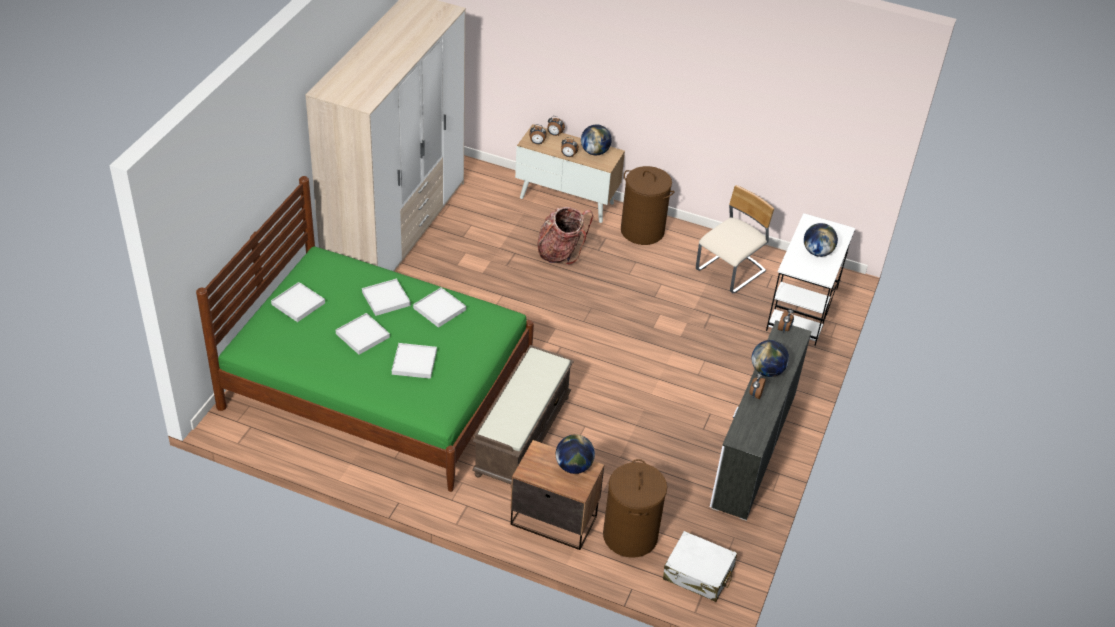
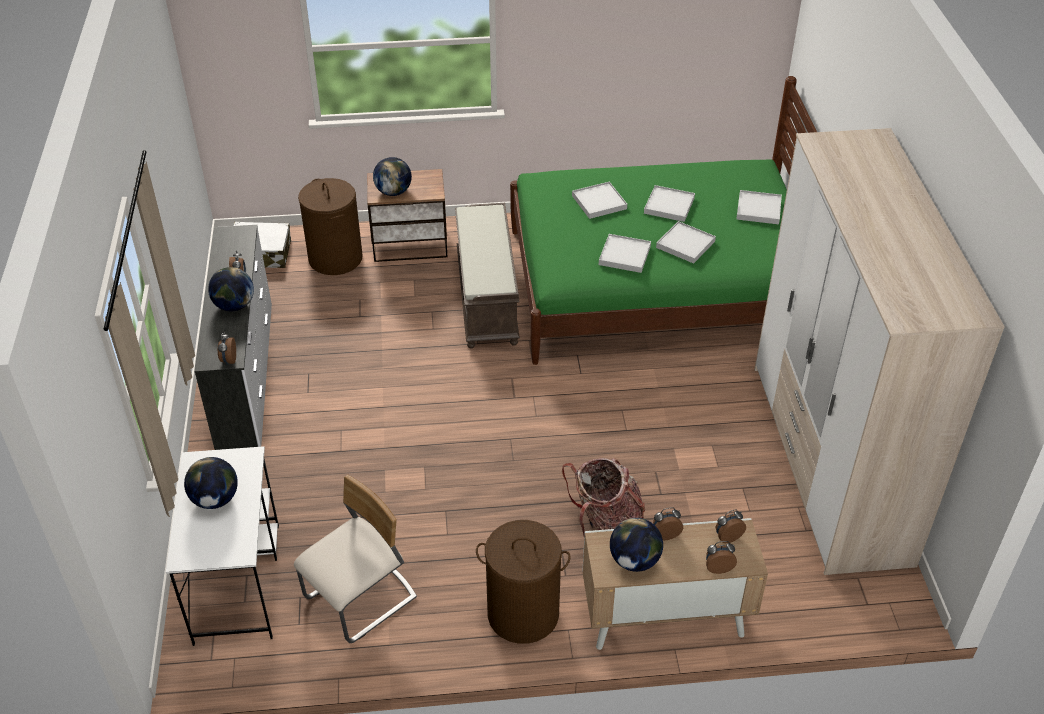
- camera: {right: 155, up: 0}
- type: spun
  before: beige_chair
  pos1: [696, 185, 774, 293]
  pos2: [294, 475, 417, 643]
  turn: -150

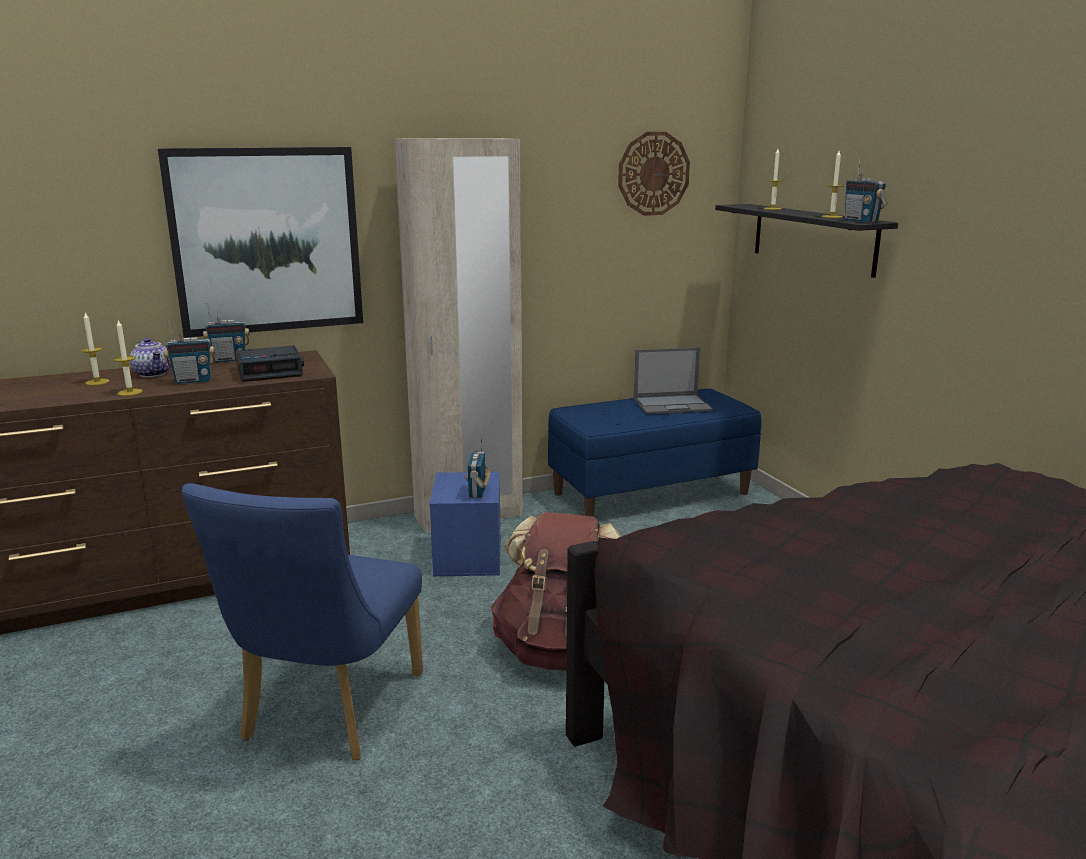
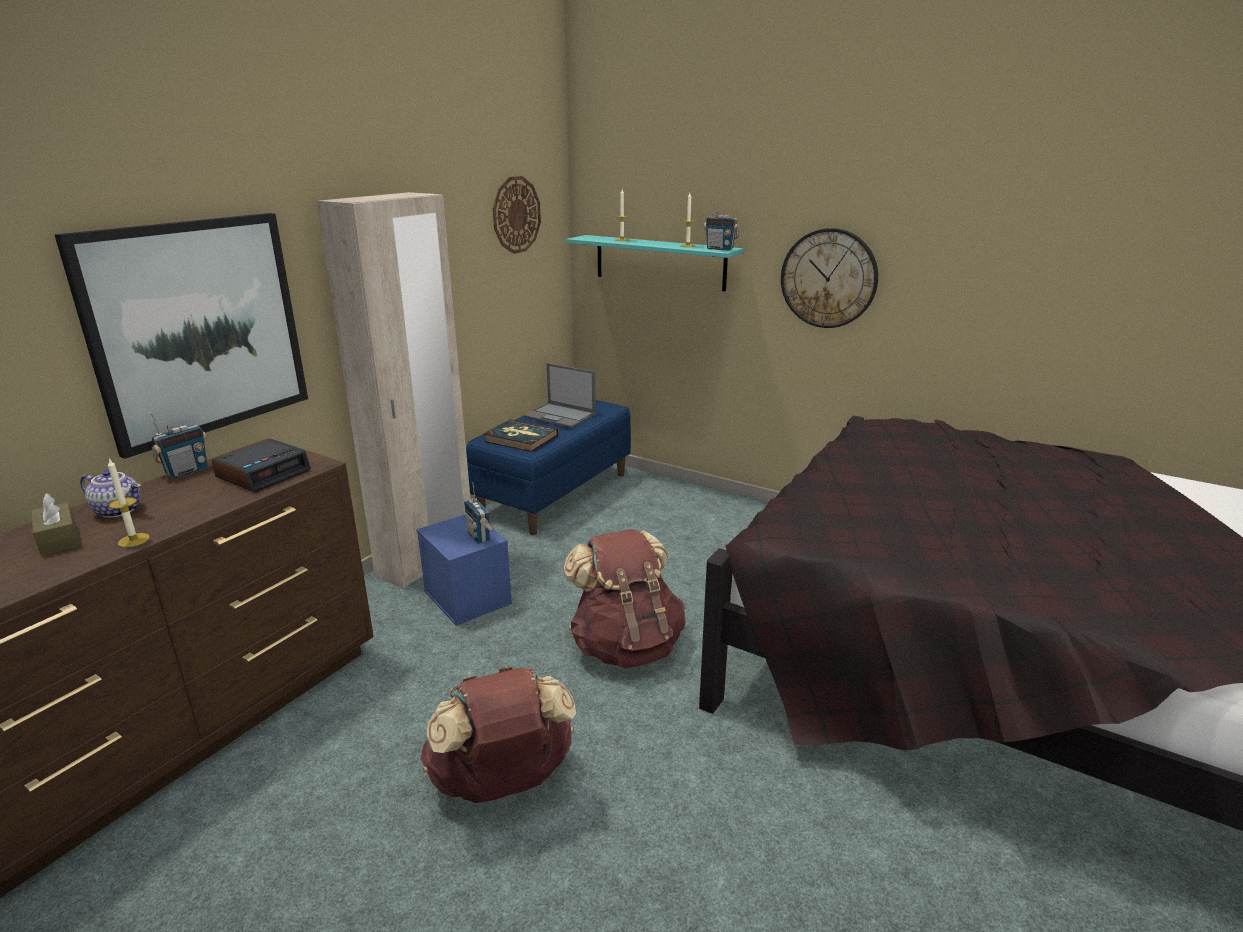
- camera: {right: -35, up: 5}
- type: exchanged
  before: candle
  after: brown_tissue_box
  pos1: [81, 313, 109, 385]
  pos2: [31, 493, 80, 556]
- type: missing
  before: radio
  pos1: [164, 319, 215, 384]
- type: exchanged
  before: blue_chair
  after: brown_backpack
  pos1: [181, 483, 423, 760]
  pos2: [420, 666, 576, 803]
- type: spun
  before: laptop
  pos1: [634, 347, 713, 414]
  pos2: [524, 363, 596, 428]
  turn: 75
- type: colour
  before: black_shelf
  after: turquoise_shelf
  pos1: [715, 204, 898, 278]
  pos2: [566, 235, 743, 291]
- type: appeared
  after: book
  pos2: [483, 419, 558, 452]
- type: appeared
  after: wall_clock
  pos2: [781, 228, 878, 328]

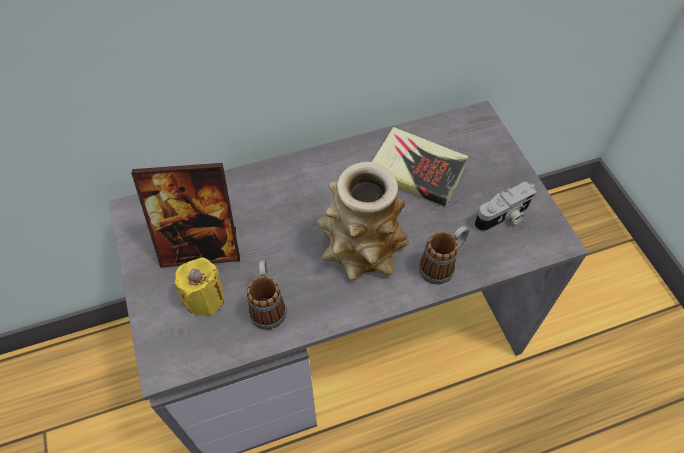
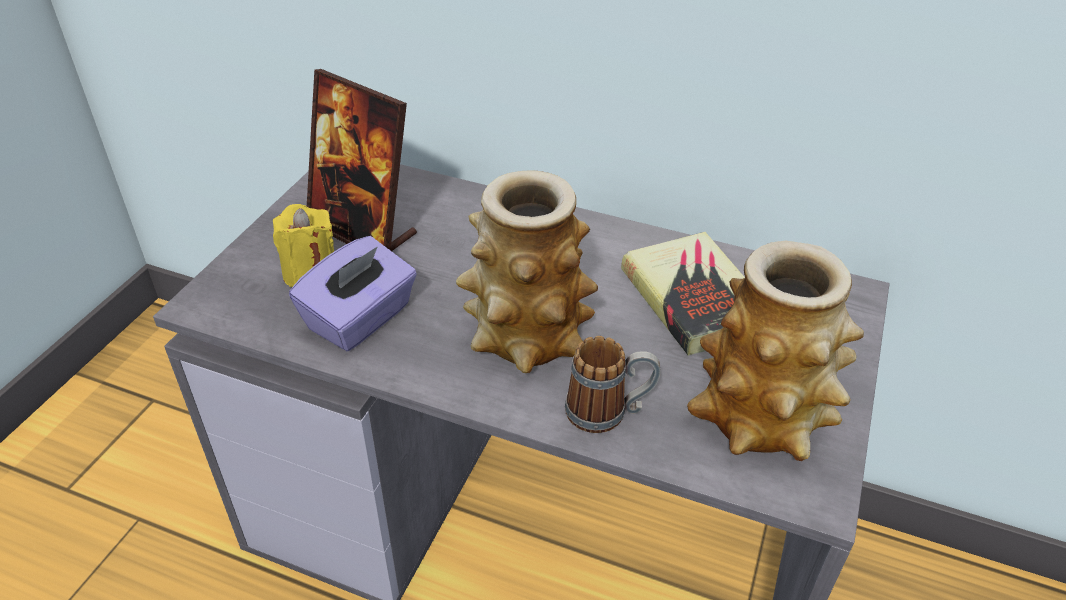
- camera: {right: 40, up: -15}
- type: exchanged
  before: mug
  after: purple_tissue_box
  pos1: [247, 260, 287, 330]
  pos2: [289, 236, 417, 351]
- type: exchanged
  before: photo_camera
  after: vase
  pos1: [475, 181, 537, 231]
  pos2: [687, 241, 864, 461]

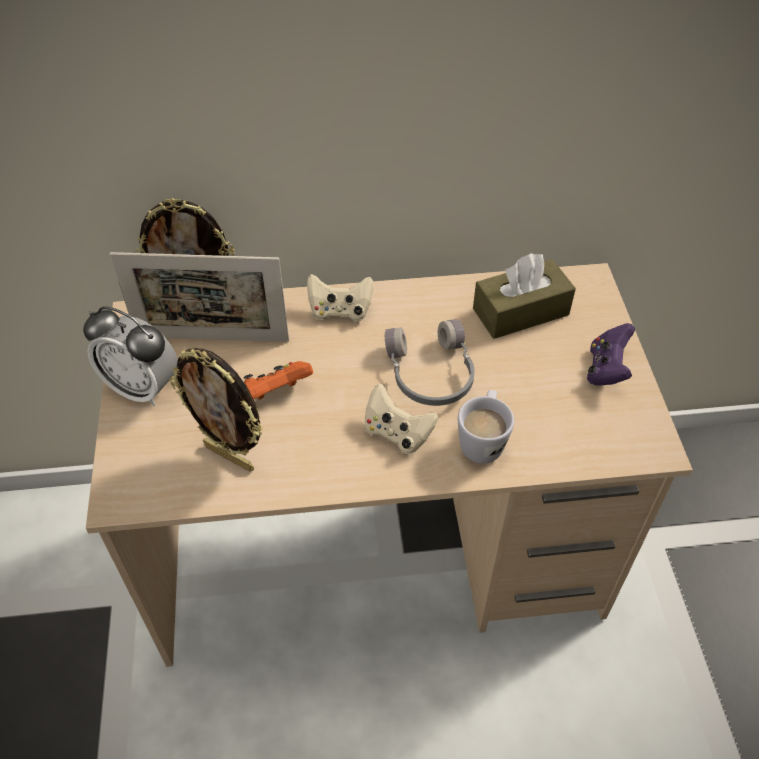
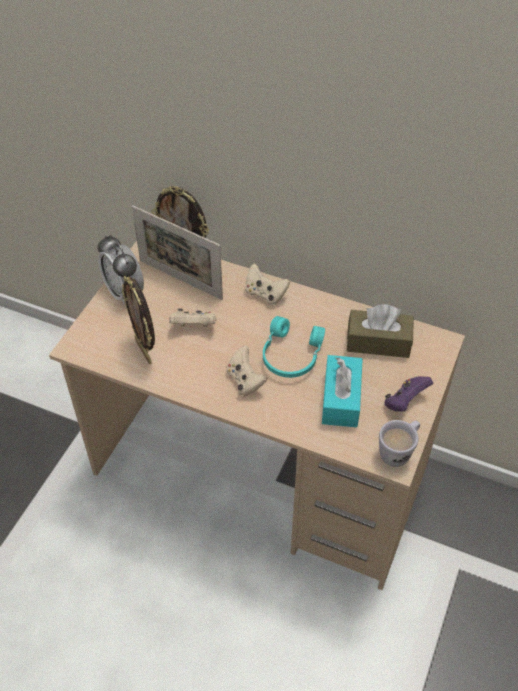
- camera: {right: 30, up: 0}
- type: colour
  before: orange_game_controller
  after: beige_game_controller
  pos1: [244, 361, 313, 400]
  pos2: [169, 308, 217, 327]
- type: colour
  before: grey_headphones
  after: turquoise_headphones
  pos1: [385, 319, 475, 406]
  pos2: [263, 316, 325, 378]
- type: relocated
  before: white_mug
  pos1: [458, 390, 514, 464]
  pos2: [379, 420, 420, 467]
- type: appeared
  after: turquoise_tissue_box
  pos2: [322, 355, 363, 427]

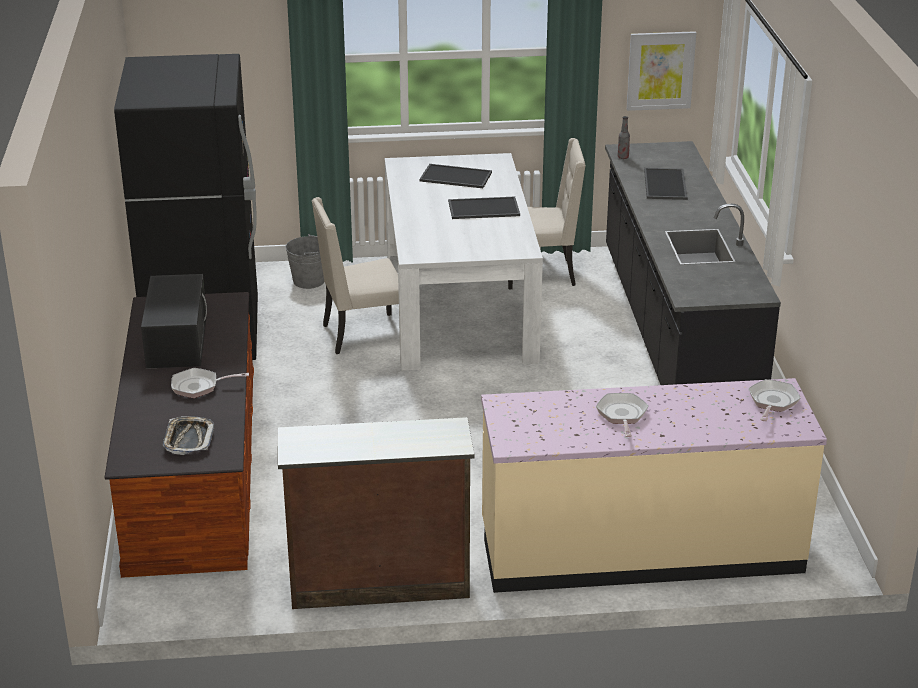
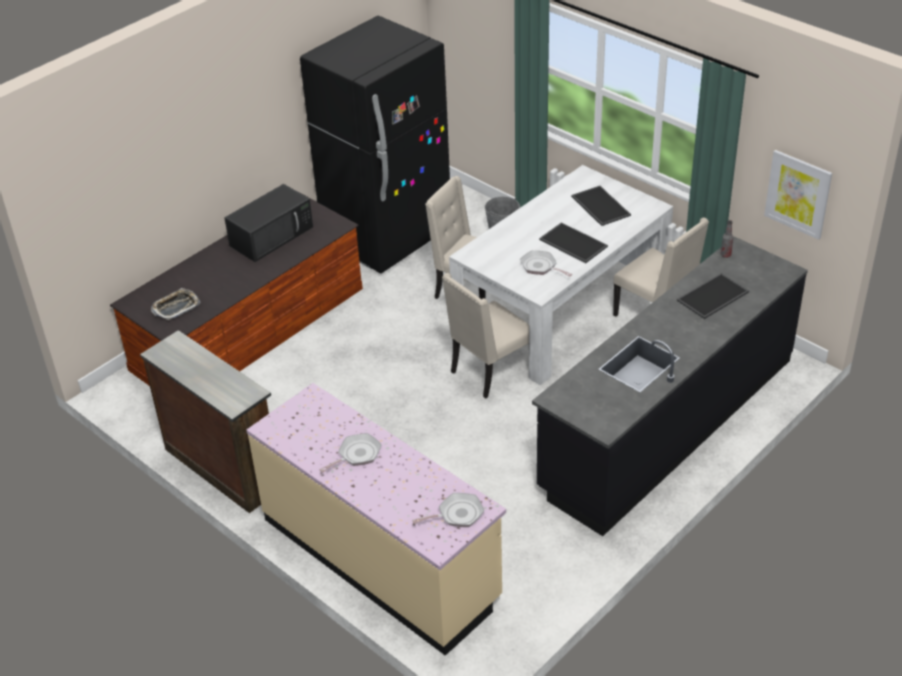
- camera: {right: 50, up: 10}
- type: relocated
  before: frying_pan
  pos1: [171, 368, 249, 398]
  pos2: [520, 250, 572, 277]
- type: appeared
  after: beige_chair
  pos2: [442, 273, 529, 399]

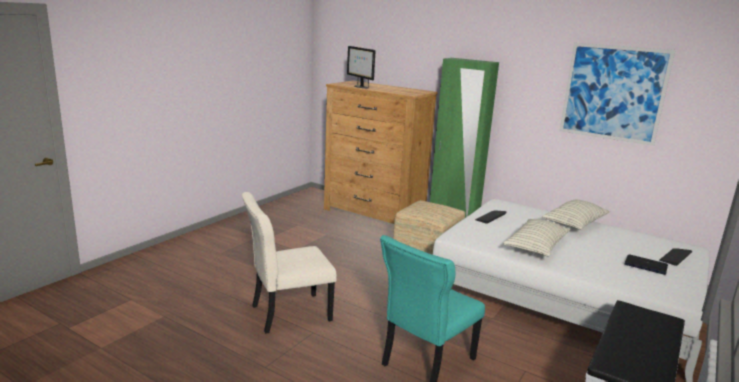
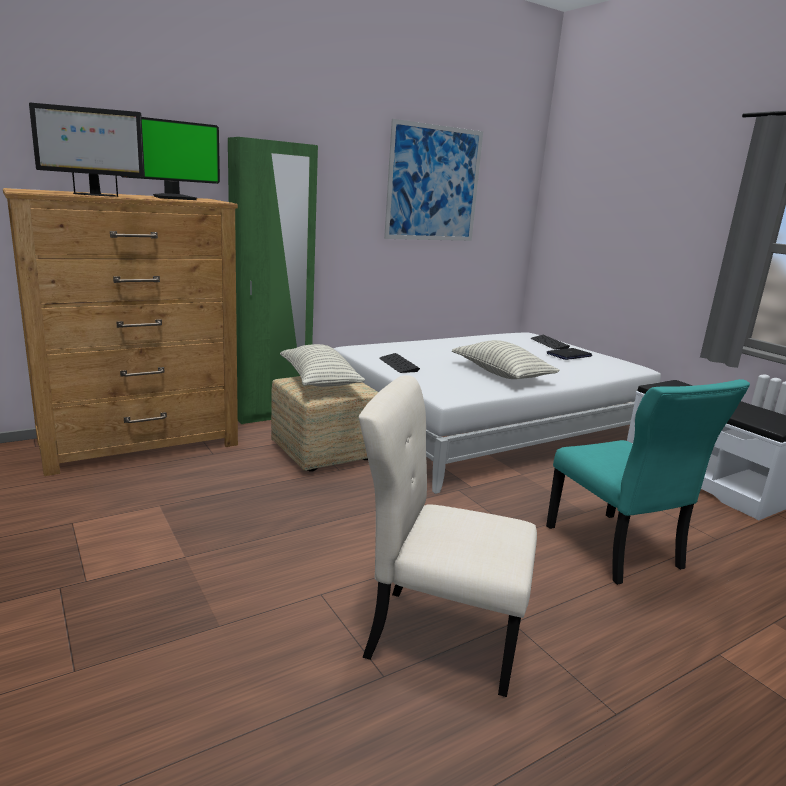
- camera: {right: -65, up: 0}
- type: spun
  before: beige_chair
  pos1: [242, 192, 336, 334]
  pos2: [359, 375, 537, 697]
  turn: 105
- type: relocated
  before: pillow
  pos1: [542, 200, 610, 230]
  pos2: [280, 344, 365, 387]
- type: appeared
  after: monitor
  pos2: [121, 117, 220, 200]

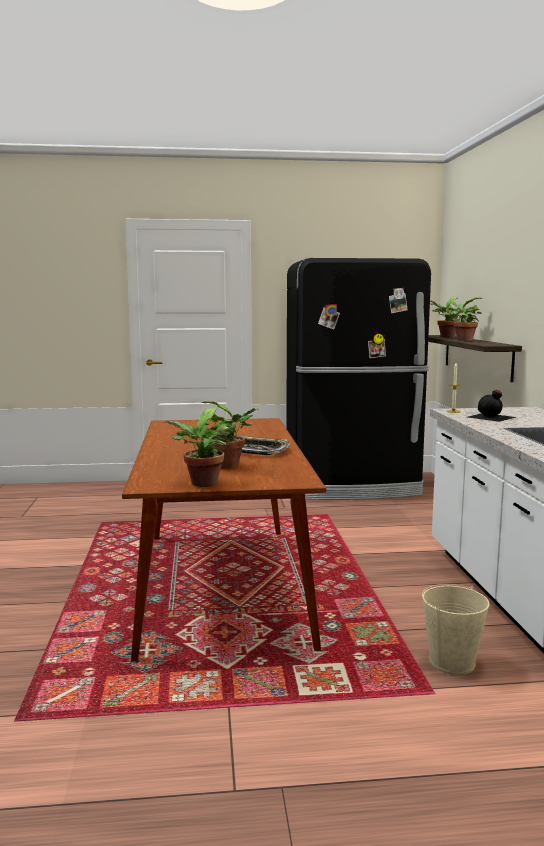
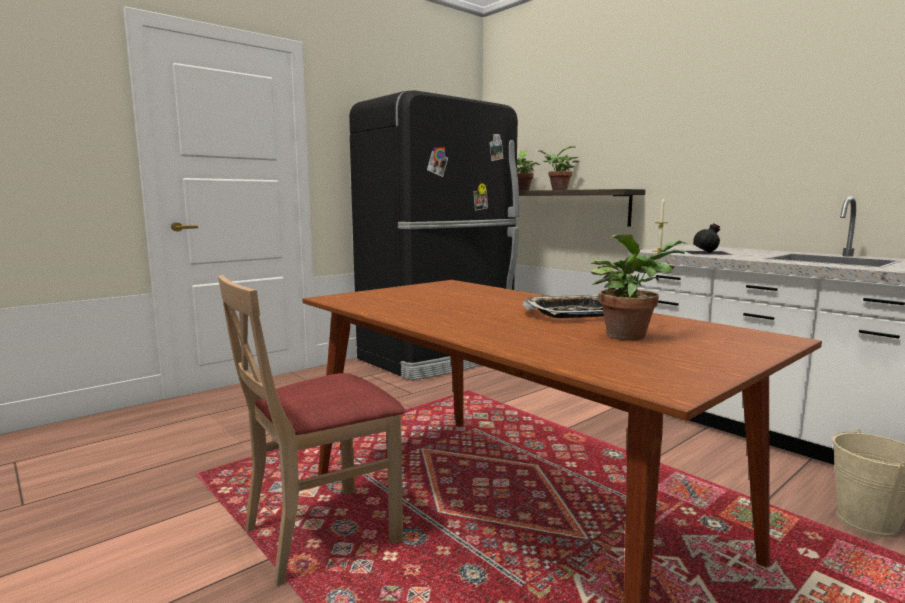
- camera: {right: -35, up: 0}
- type: missing
  before: potted_plant
  pos1: [163, 408, 230, 487]
- type: appeared
  after: beige_chair
  pos2: [218, 275, 405, 587]

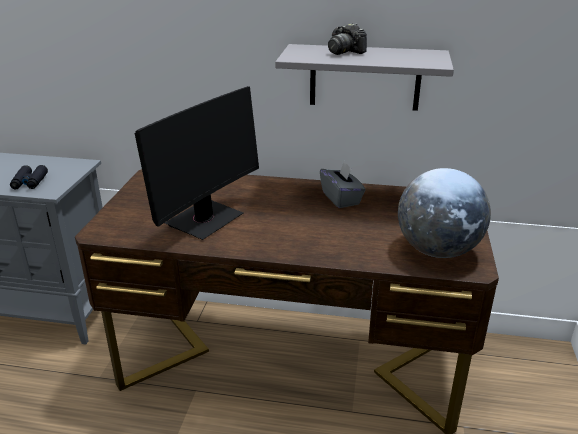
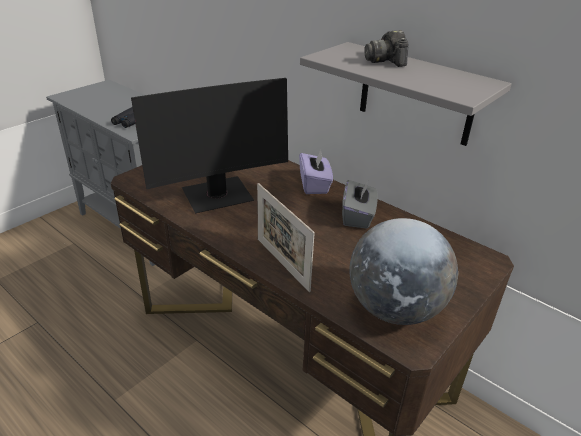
- camera: {right: 30, up: 5}
- type: appeared
  after: picture_frame
  pos2: [257, 183, 315, 292]
- type: appeared
  after: purple_tissue_box
  pos2: [299, 150, 333, 194]

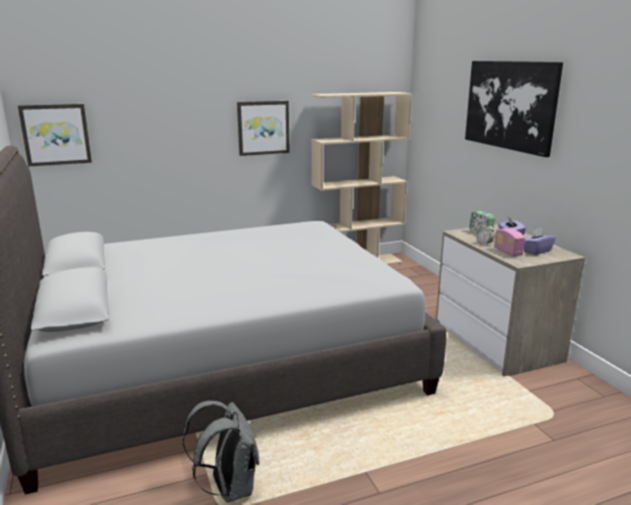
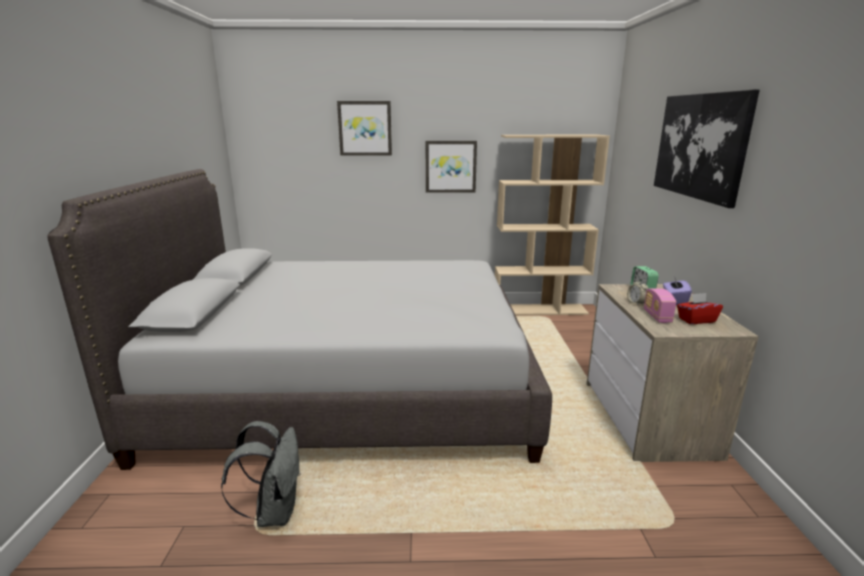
- camera: {right: 20, up: 0}
- type: relocated
  before: picture
  pos1: [18, 104, 92, 166]
  pos2: [337, 101, 392, 156]
- type: colour
  before: purple_tissue_box
  after: red_tissue_box
  pos1: [524, 228, 556, 255]
  pos2: [677, 293, 723, 324]

